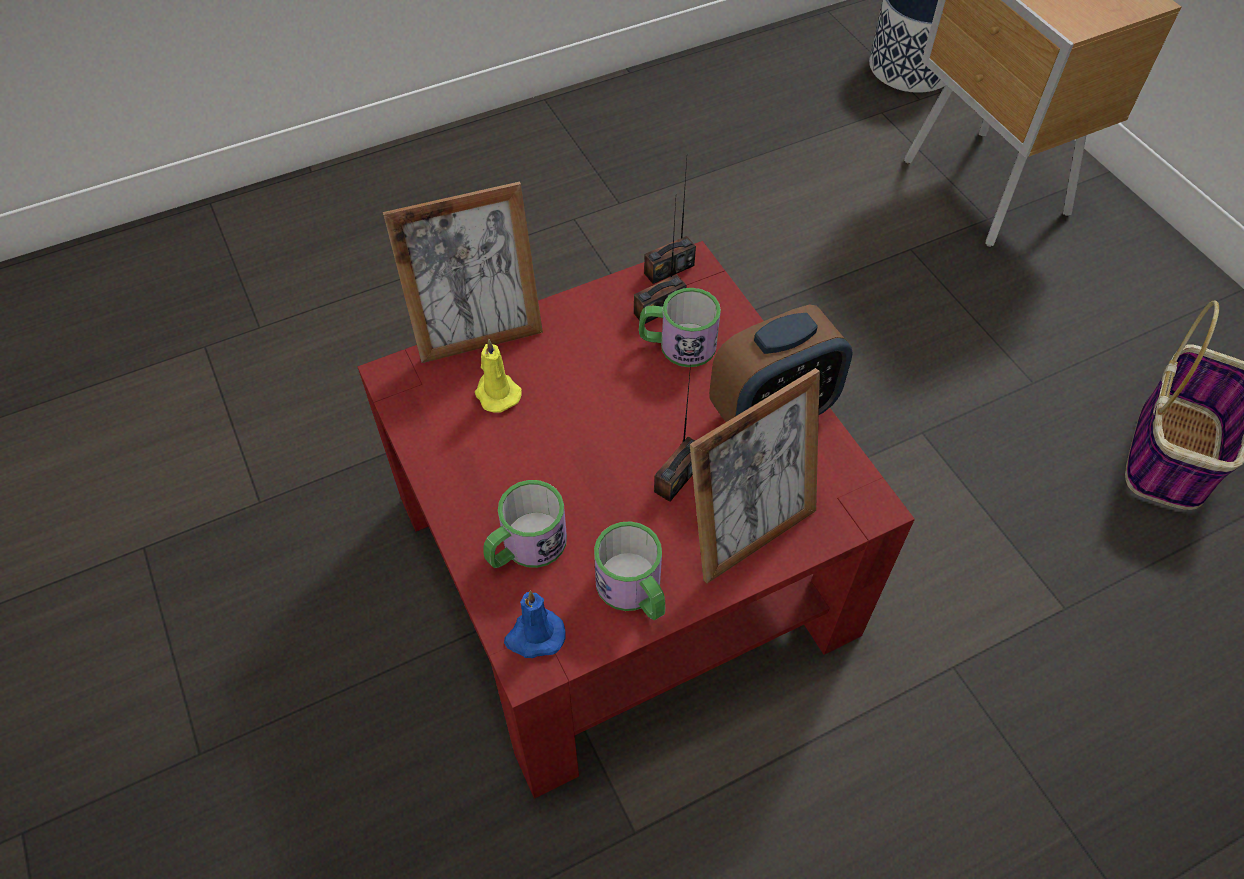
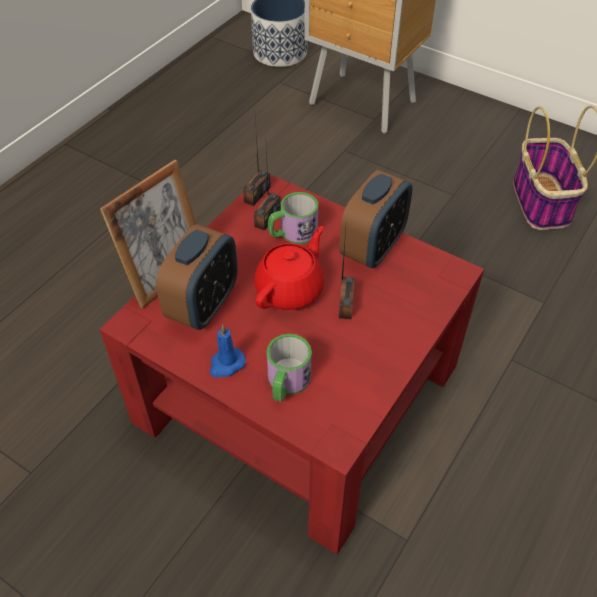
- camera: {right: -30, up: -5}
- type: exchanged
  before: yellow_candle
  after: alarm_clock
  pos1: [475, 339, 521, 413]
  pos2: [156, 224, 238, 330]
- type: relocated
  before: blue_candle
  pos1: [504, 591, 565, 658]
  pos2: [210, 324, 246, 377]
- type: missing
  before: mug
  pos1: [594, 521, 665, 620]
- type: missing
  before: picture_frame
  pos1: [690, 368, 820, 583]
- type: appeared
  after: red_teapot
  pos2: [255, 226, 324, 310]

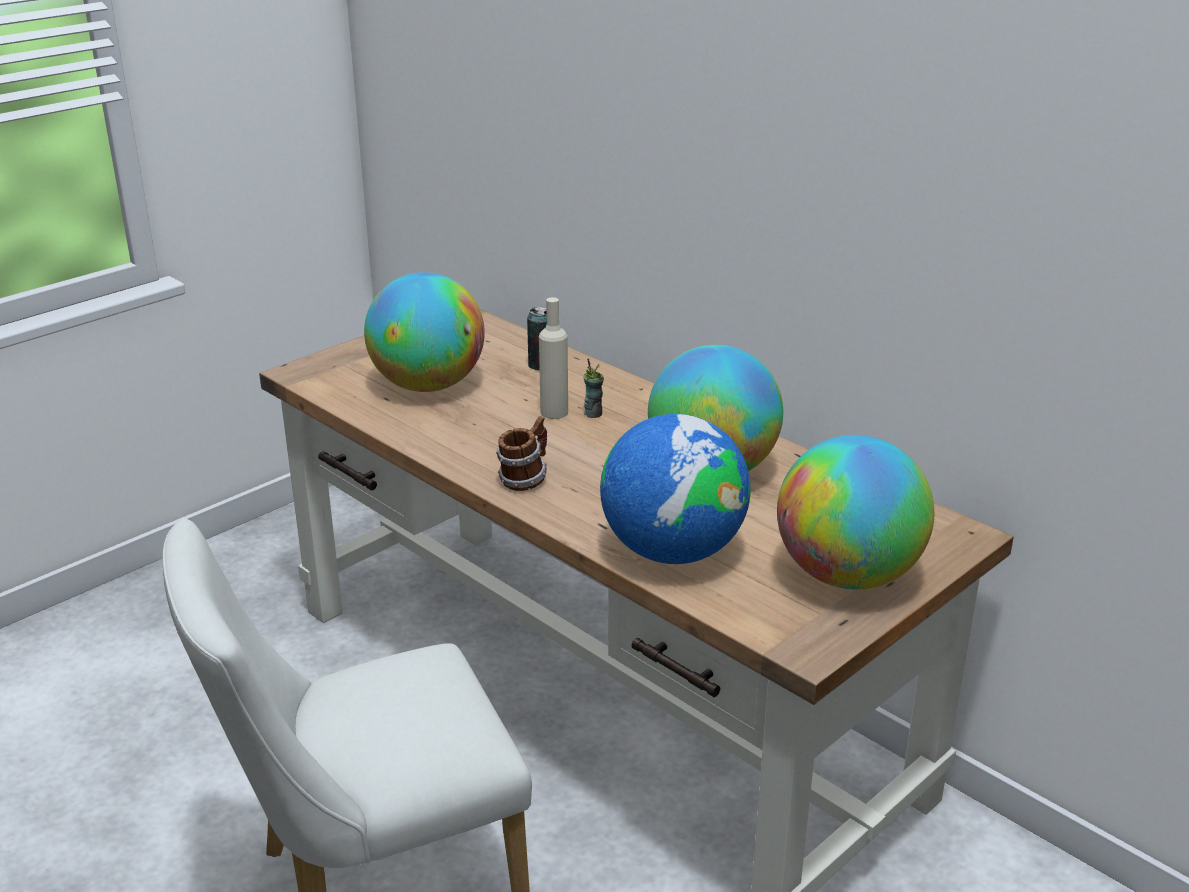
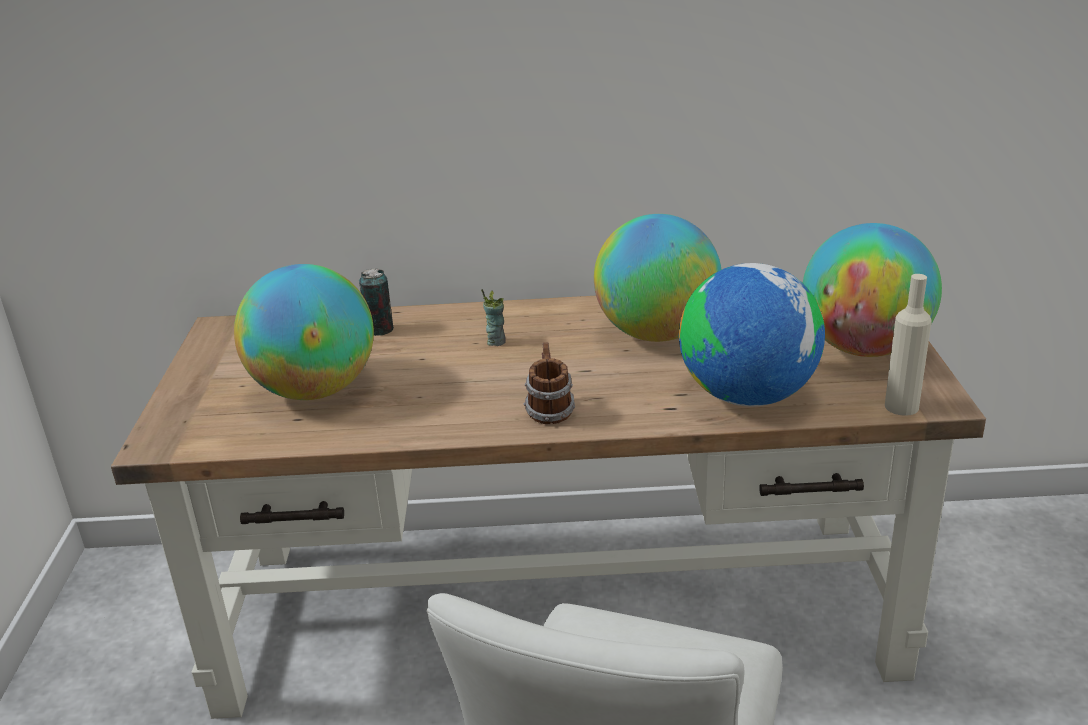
- camera: {right: -45, up: 0}
- type: relocated
  before: beige_bottle
  pos1: [539, 297, 568, 419]
  pos2: [885, 274, 932, 416]

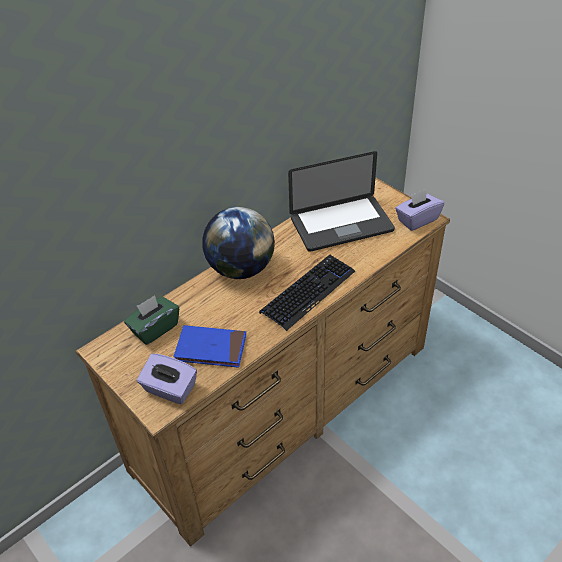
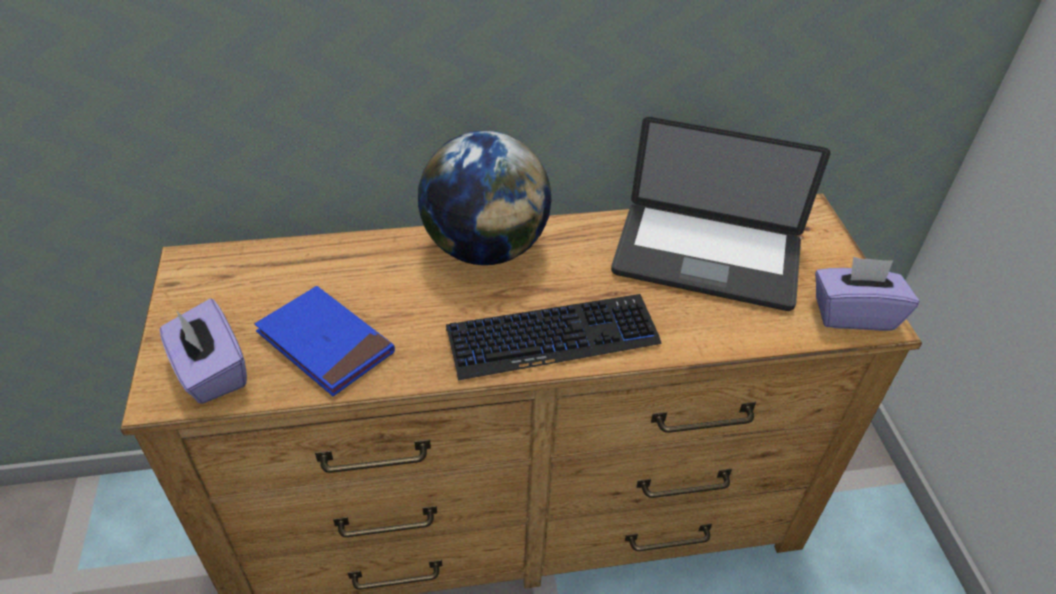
- camera: {right: 30, up: 0}
- type: missing
  before: green_tissue_box
  pos1: [124, 295, 179, 345]

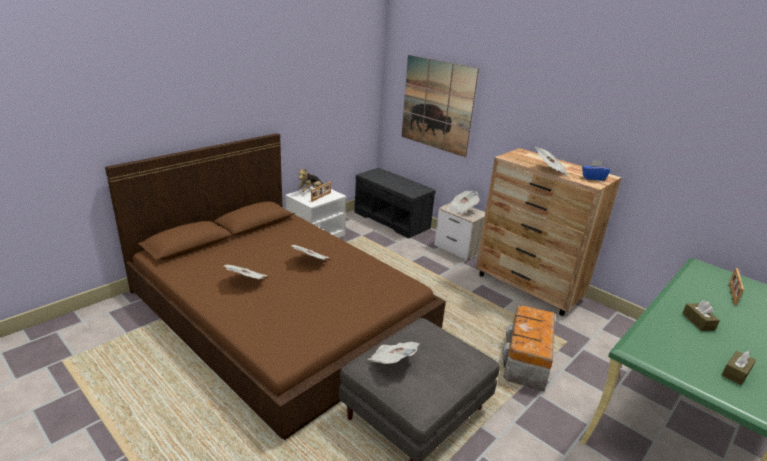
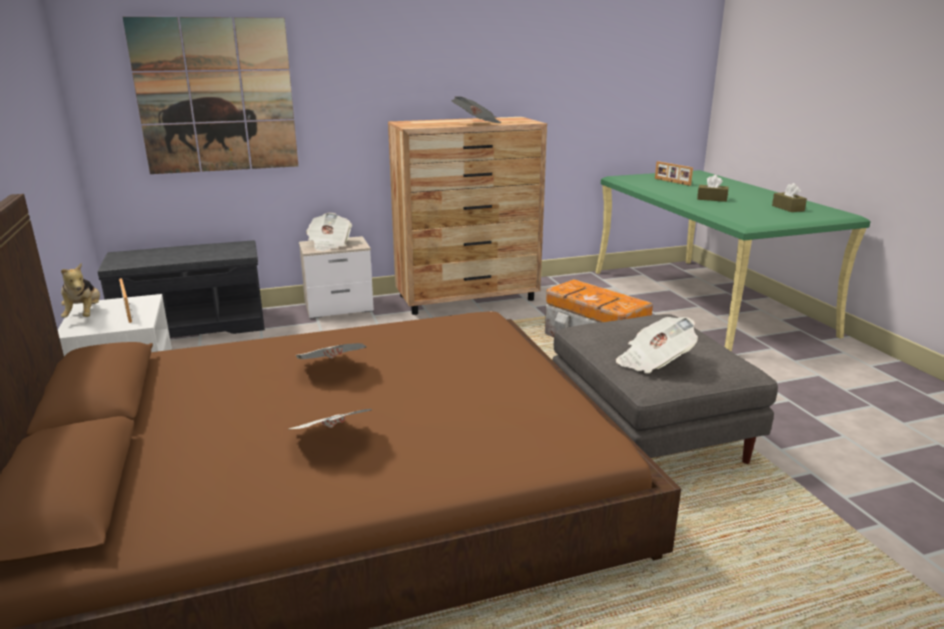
- camera: {right: -60, up: -5}
- type: missing
  before: blue_tissue_box
  pos1: [582, 160, 611, 181]

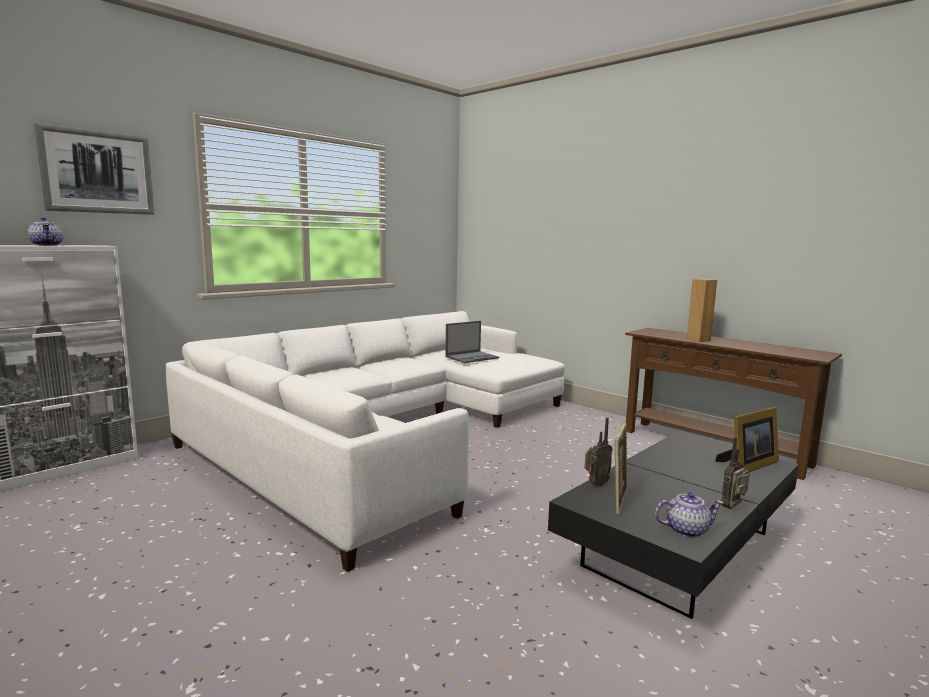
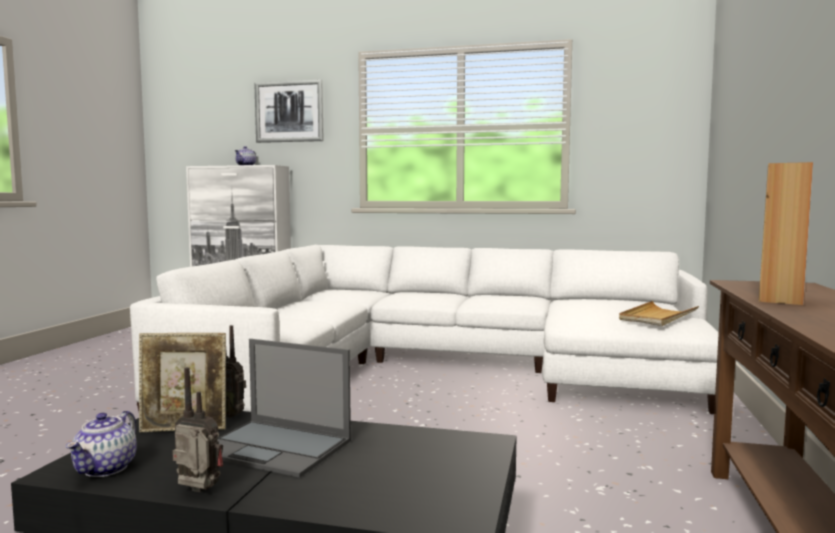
- camera: {right: 60, up: -5}
- type: relocated
  before: laptop
  pos1: [445, 321, 499, 363]
  pos2: [217, 339, 351, 478]
- type: spun
  before: teapot
  pos1: [655, 492, 724, 538]
  pos2: [66, 411, 137, 477]
  turn: 45
- type: missing
  before: picture_frame
  pos1: [715, 407, 779, 472]
- type: appeared
  after: beige_tray
  pos2: [619, 301, 699, 326]

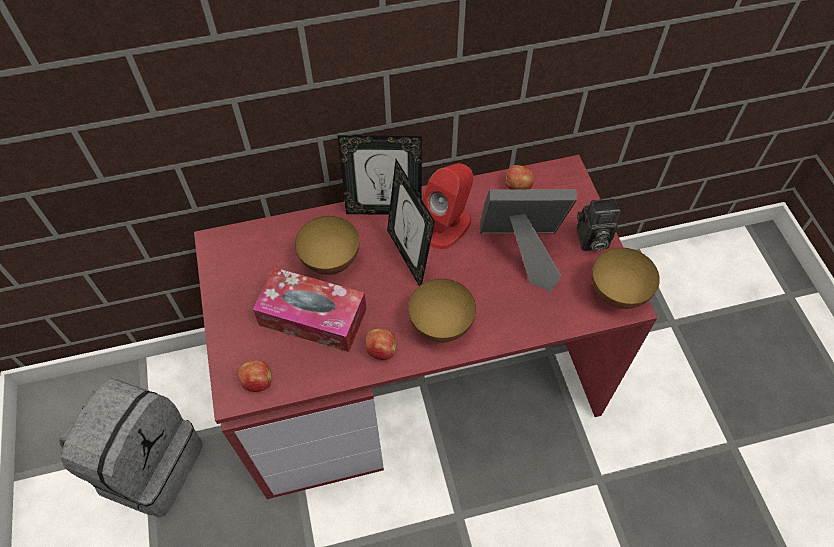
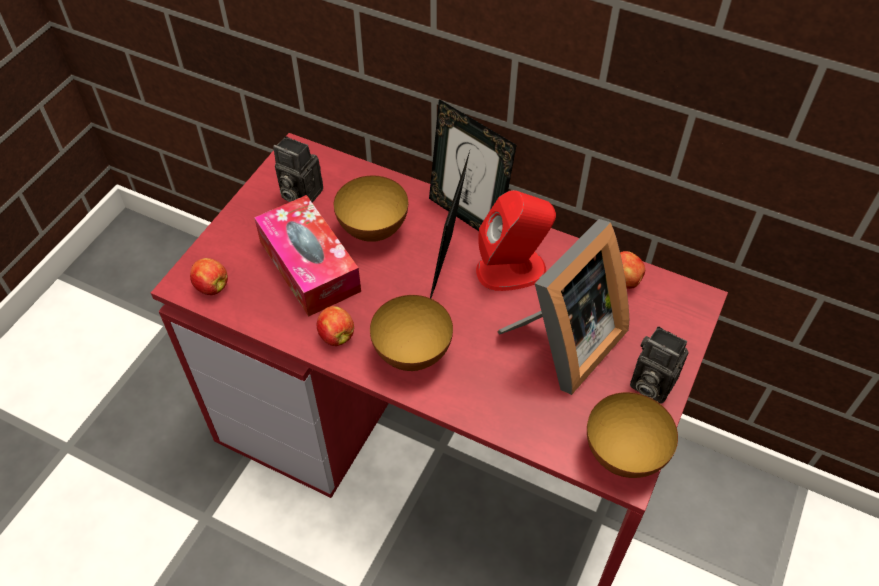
- camera: {right: 40, up: -5}
- type: missing
  before: grey_backpack
  pos1: [59, 378, 203, 518]
- type: spun
  before: picture_frame
  pos1: [480, 189, 577, 291]
  pos2: [498, 219, 629, 395]
  turn: 90
- type: appeared
  after: photo_camera
  pos2: [273, 136, 323, 203]

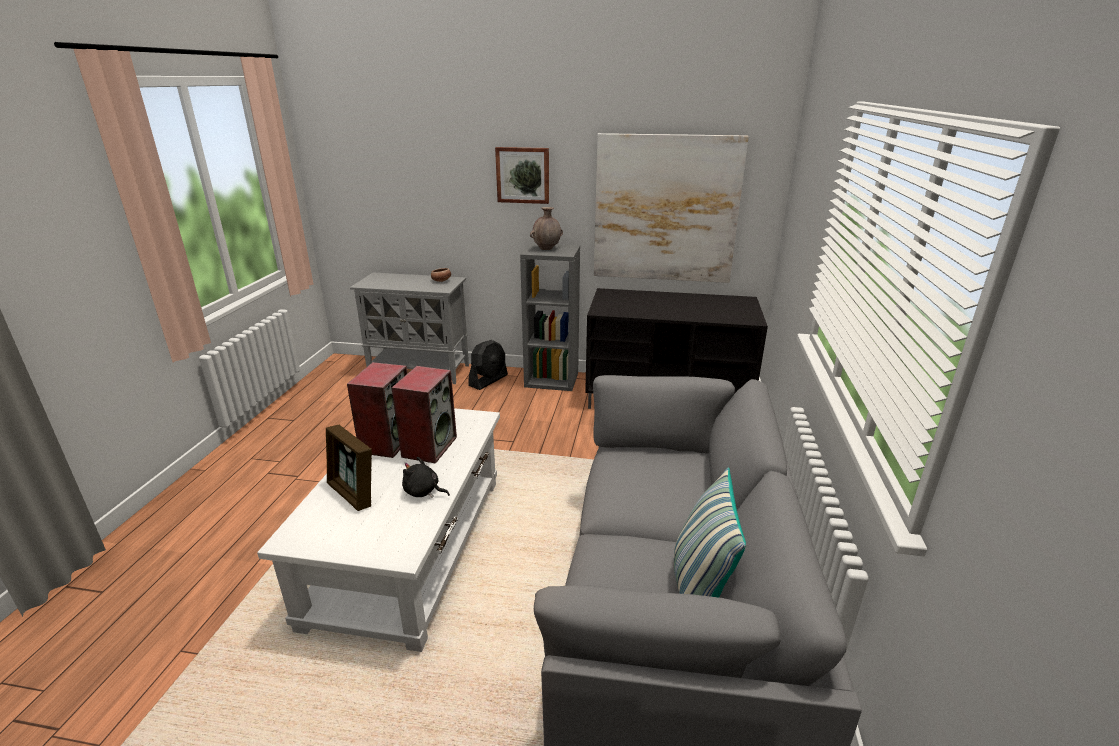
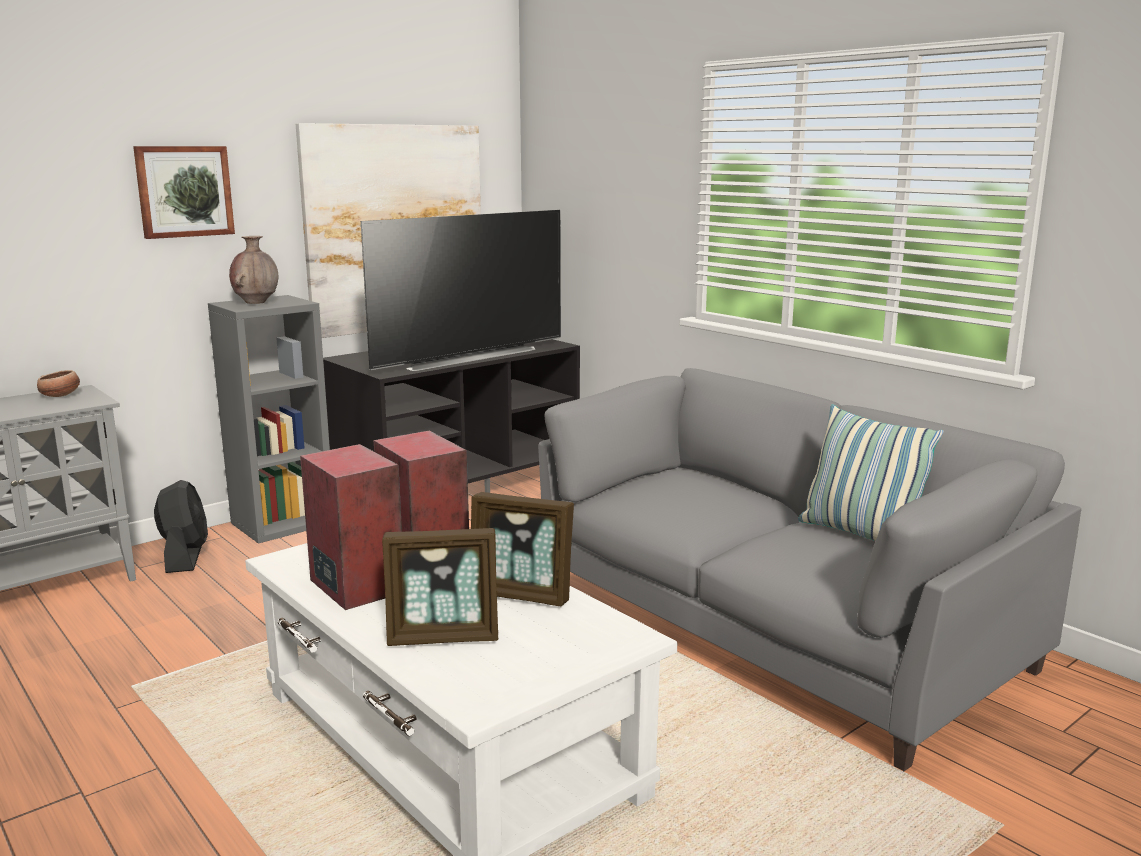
- camera: {right: -50, up: -10}
- type: exchanged
  before: black_plush_toy
  after: picture_frame
  pos1: [402, 457, 450, 498]
  pos2: [471, 492, 574, 606]
- type: appeared
  after: television
  pos2: [361, 210, 561, 371]

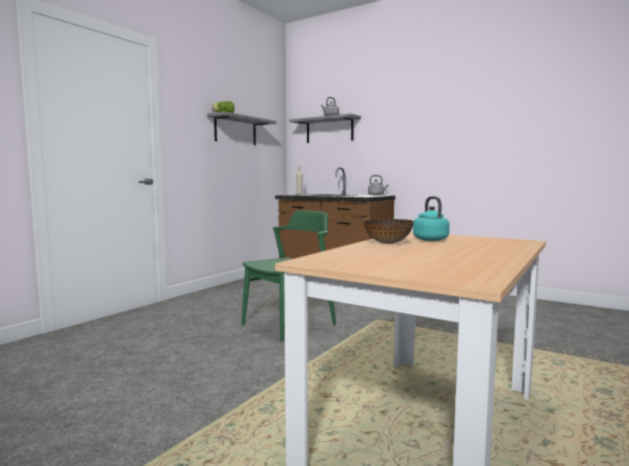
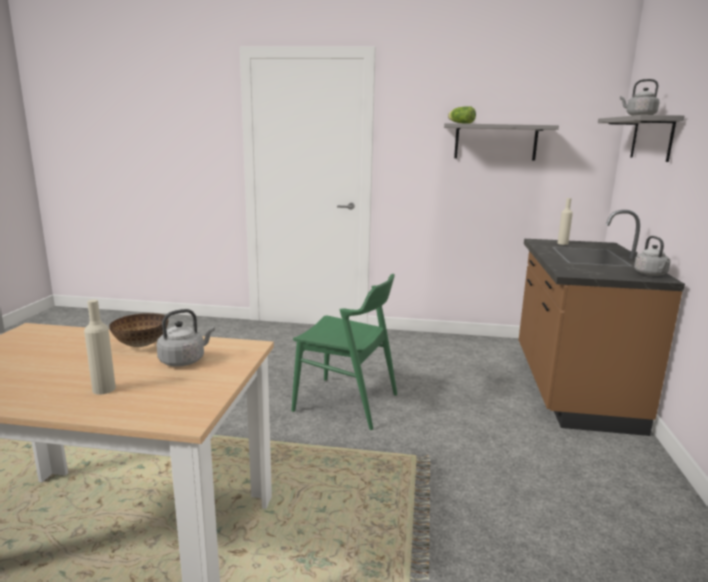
- camera: {right: 65, up: 10}
- type: colour
  before: turquoise_kettle
  after: grey_kettle
  pos1: [413, 196, 450, 241]
  pos2: [157, 309, 215, 367]
- type: appeared
  after: beige_bottle
  pos2: [84, 299, 116, 395]

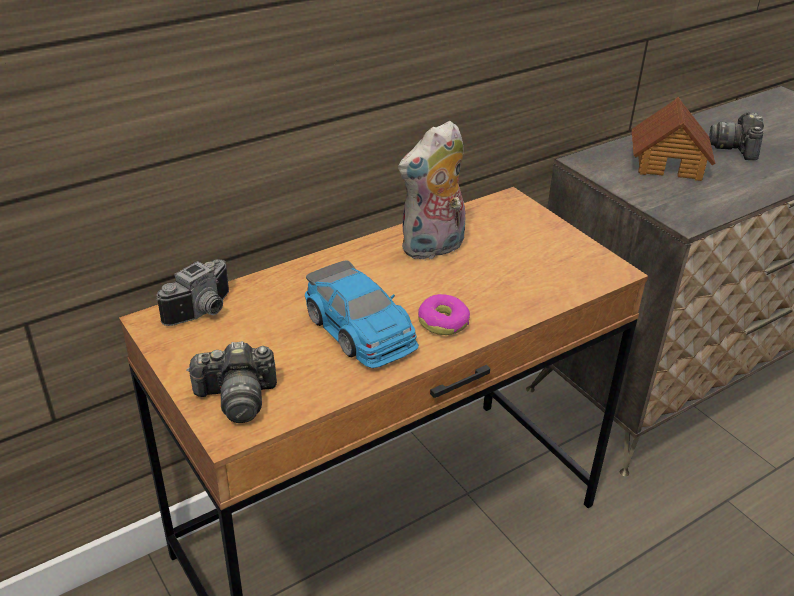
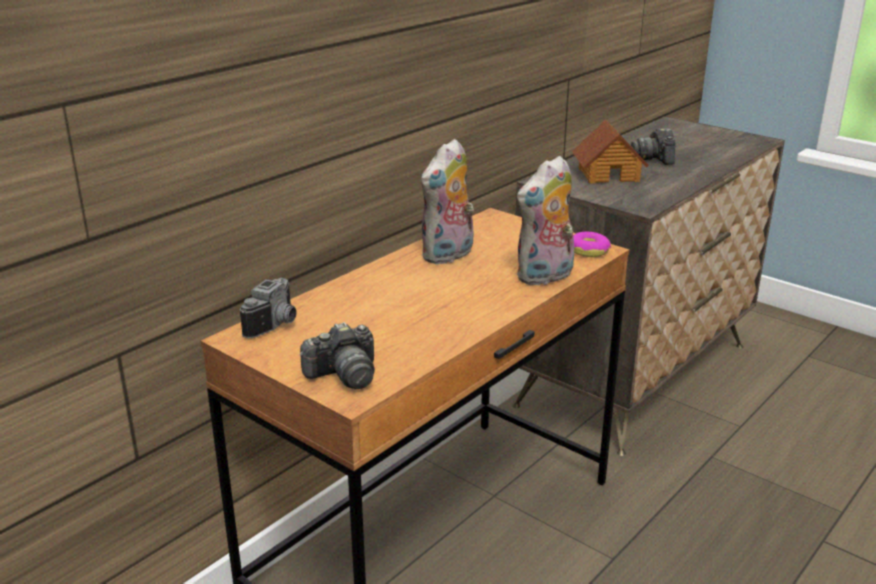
- camera: {right: -15, up: -10}
- type: missing
  before: toy_car
  pos1: [305, 260, 419, 368]
- type: relocated
  before: donut
  pos1: [418, 294, 470, 335]
  pos2: [573, 232, 611, 257]
- type: appeared
  after: plush_toy
  pos2: [517, 156, 574, 285]

